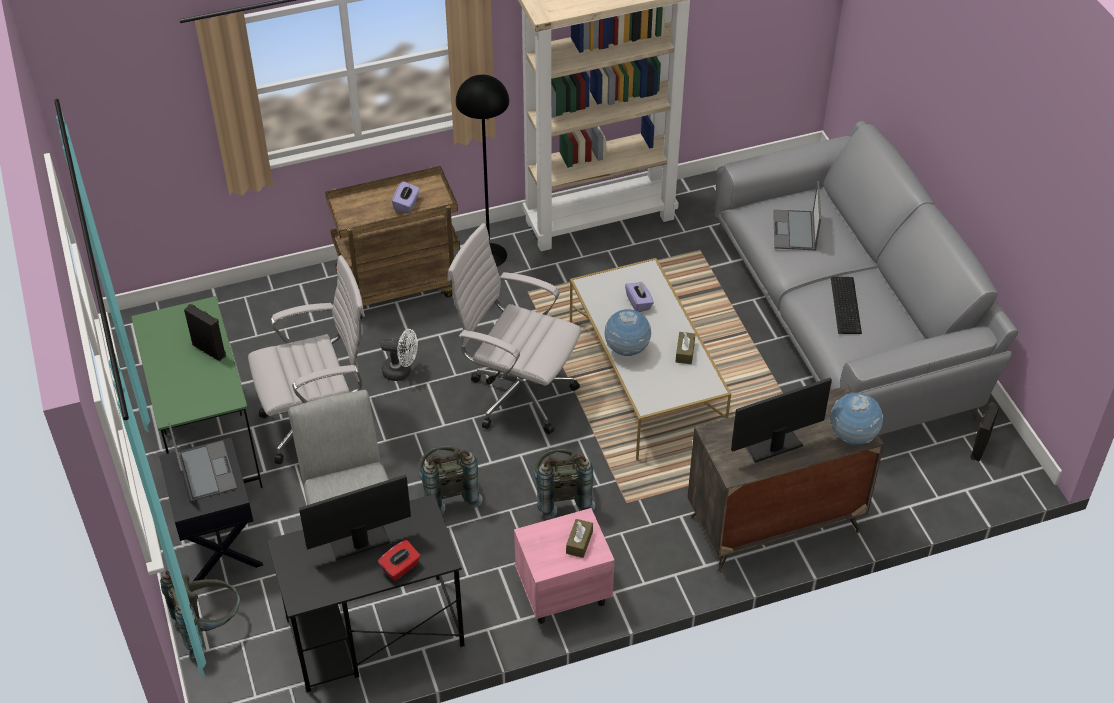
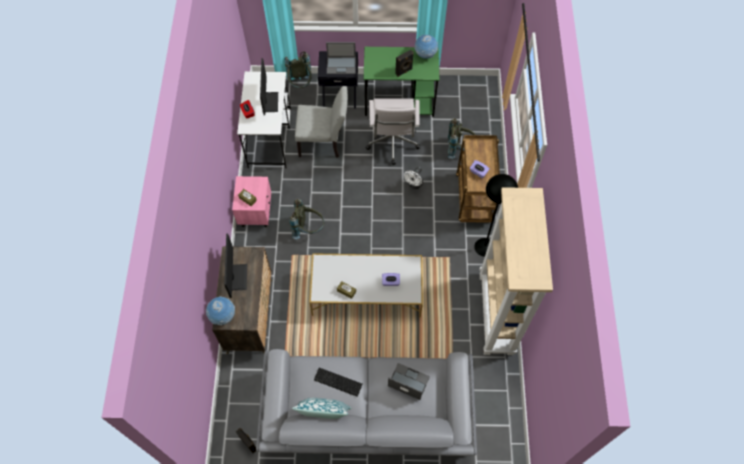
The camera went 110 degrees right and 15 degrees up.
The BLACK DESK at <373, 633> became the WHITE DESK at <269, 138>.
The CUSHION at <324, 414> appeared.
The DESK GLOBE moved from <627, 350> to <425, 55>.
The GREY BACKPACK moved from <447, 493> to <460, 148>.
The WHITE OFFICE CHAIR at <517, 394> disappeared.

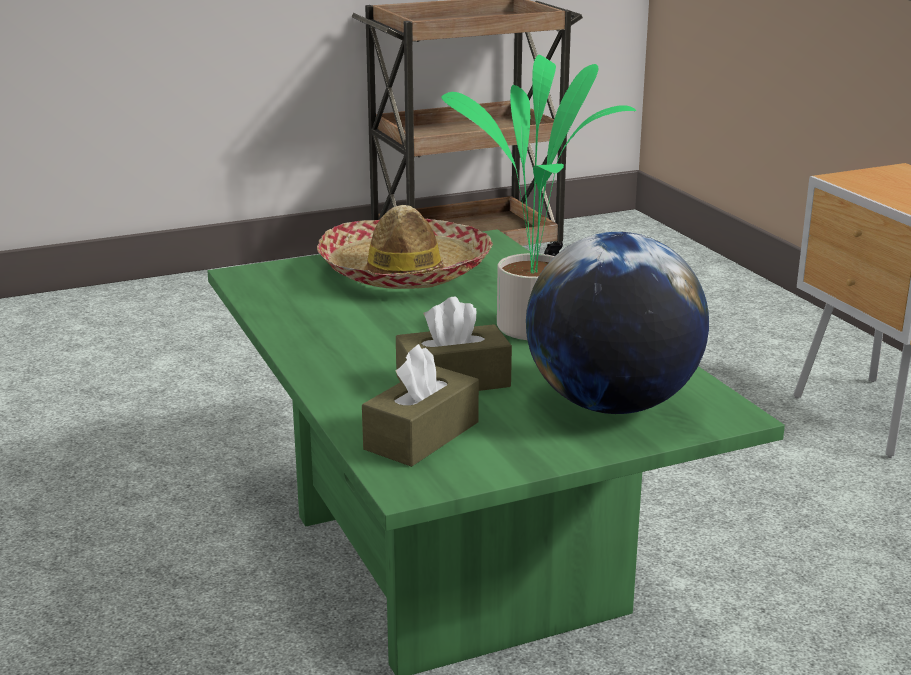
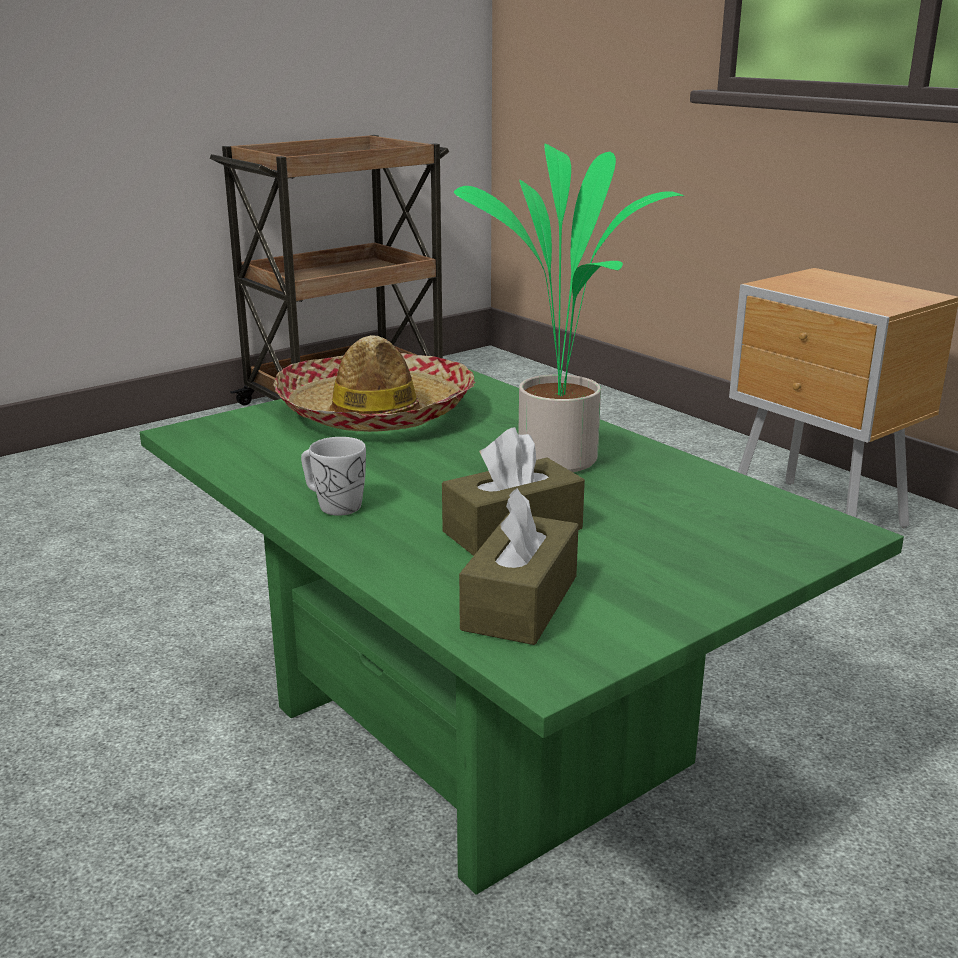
The camera went 15 degrees left and 0 degrees up.
The WHITE MUG at <333, 505> appeared.
The DESK GLOBE at <611, 404> disappeared.

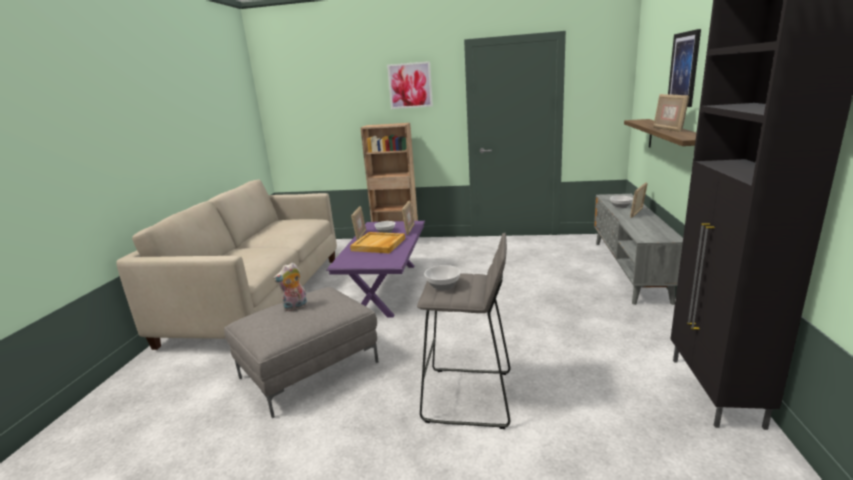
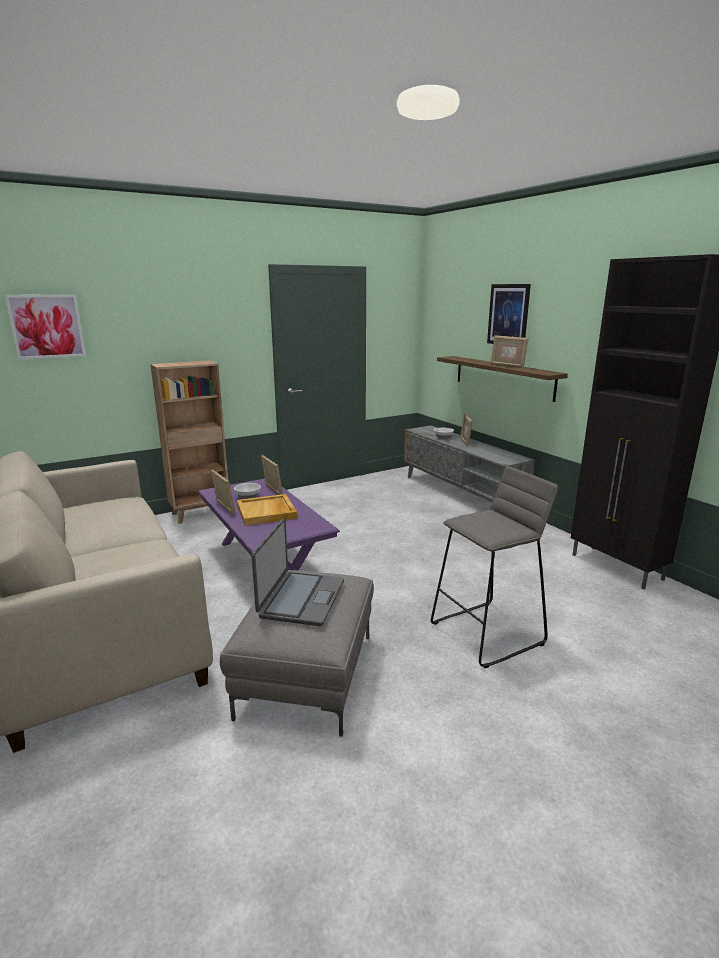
The camera went 40 degrees left and 0 degrees up.
The WALL PICTURE moved from <410, 85> to <47, 326>.
The SOFT TOY at <295, 307> was replaced by the LAPTOP at <301, 599>.
The DEEP DISH at <444, 286> disappeared.

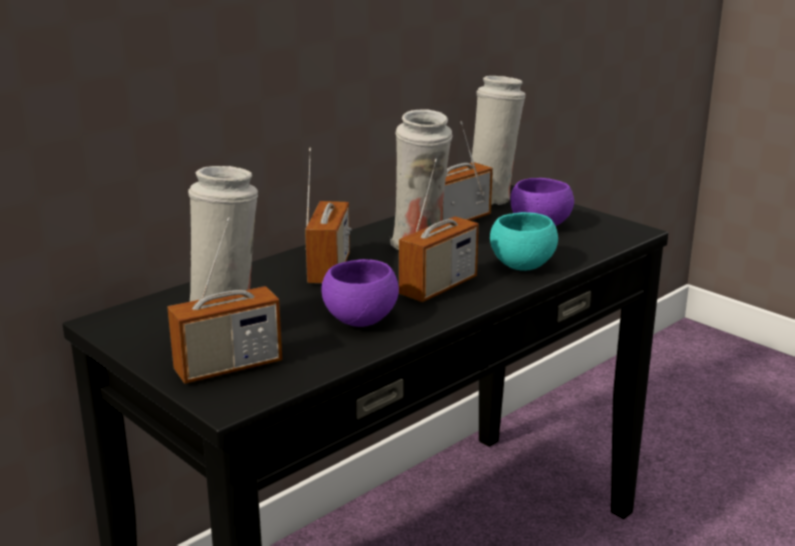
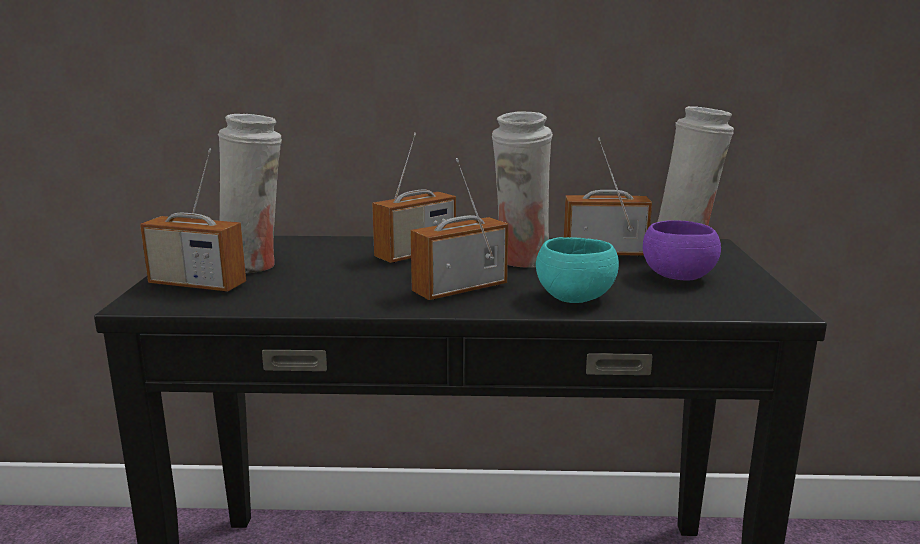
The camera went 45 degrees right and 5 degrees down.
The RADIO SET at <438, 287> turned 150 degrees clockwise.
The PURPLE DEEP DISH at <361, 320> disappeared.

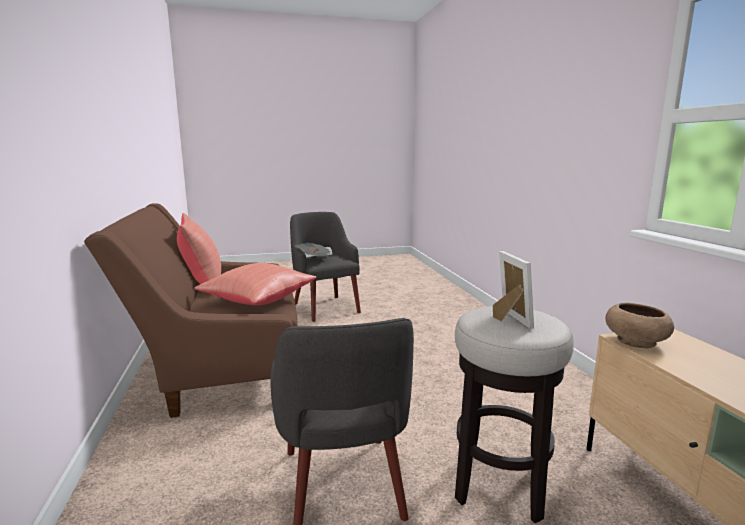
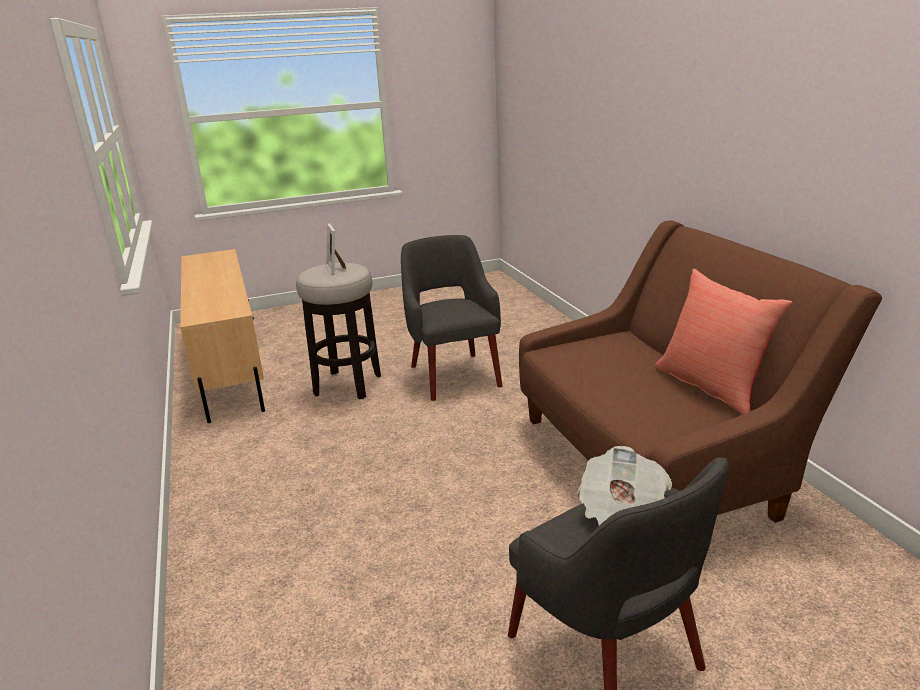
The camera went 175 degrees right and 10 degrees up.
The RED-COLOURED CUSHION at <257, 300> disappeared.
The BROWN DEEP DISH at <635, 341> disappeared.

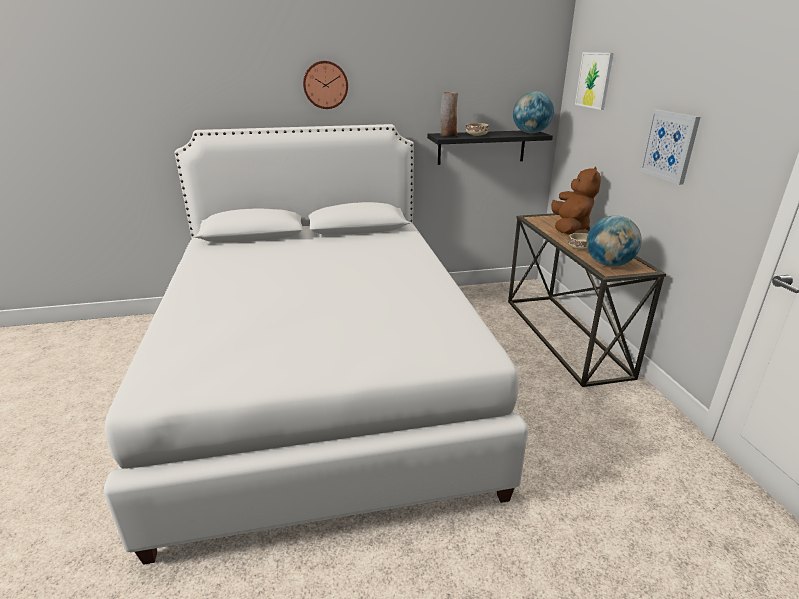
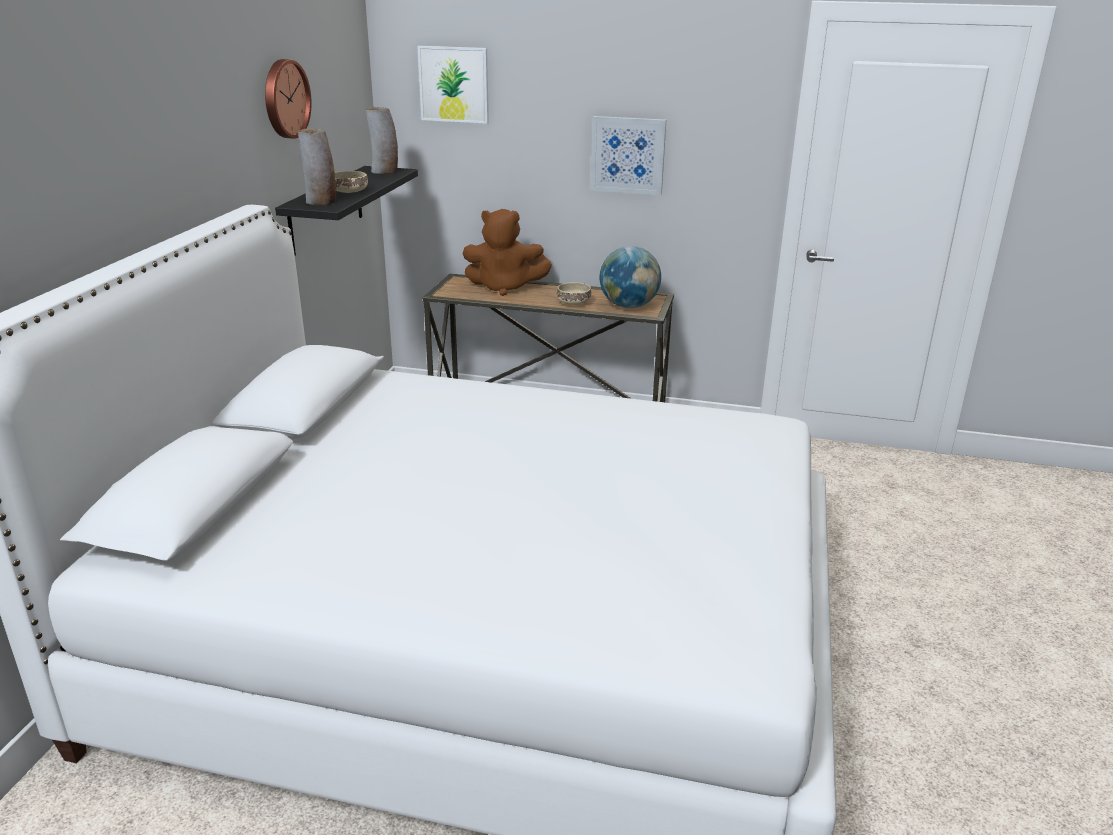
The camera went 65 degrees left and 0 degrees up.
The HANGING CLOCK moved from <325, 85> to <284, 99>.
The DESK GLOBE at <530, 133> was replaced by the FLOWER VASE at <384, 172>.
The BROWN SOFT TOY at <569, 228> turned 150 degrees clockwise.

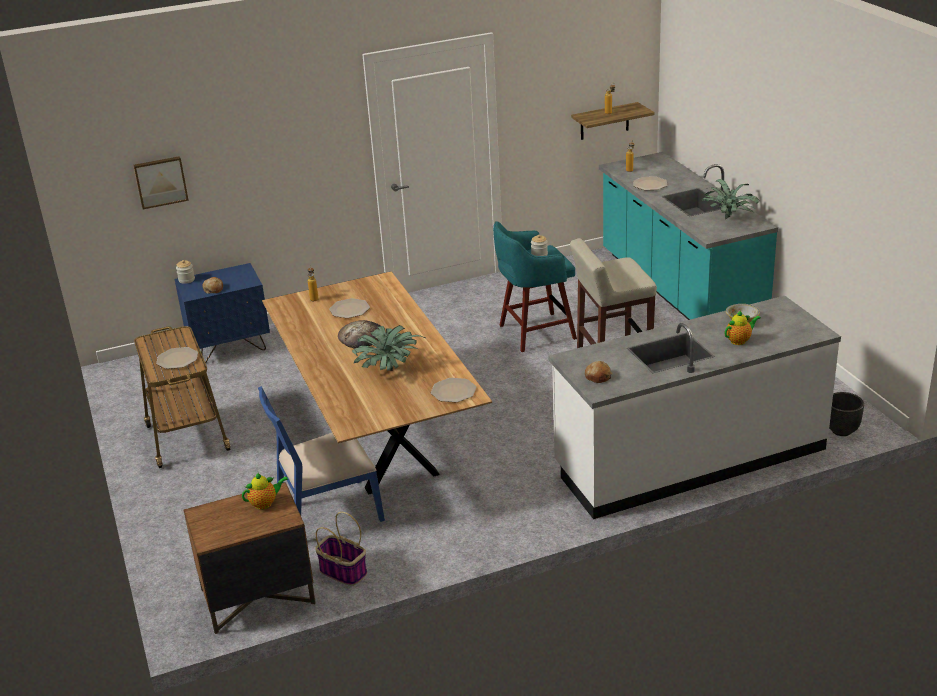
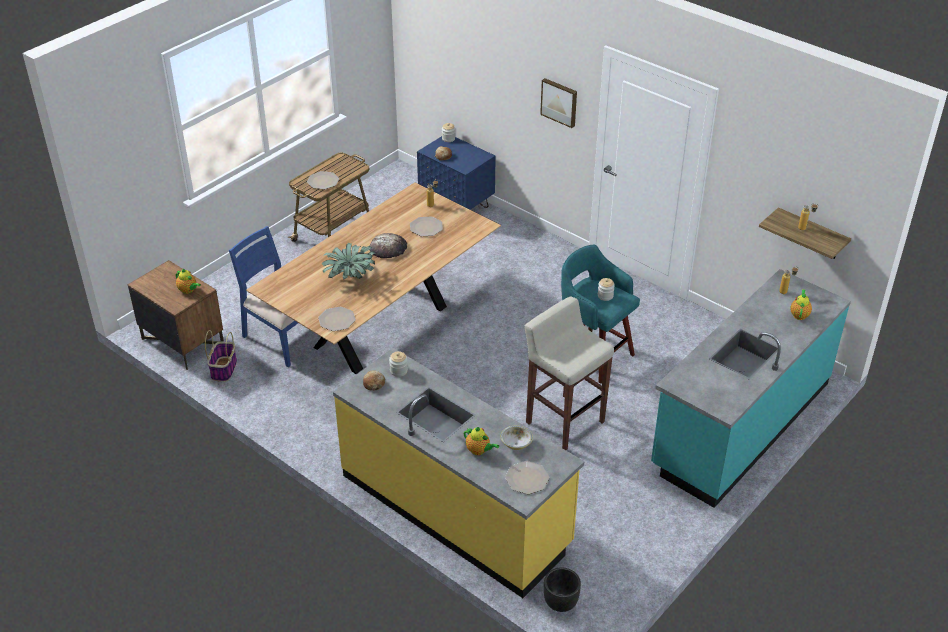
The camera went 60 degrees right and 10 degrees up.
The WHITE KITCHEN COUNTER at <689, 458> became the YELLOW-COLOURED KITCHEN COUNTER at <456, 509>.
The PRESERVE JAR at <398, 371> appeared.
The DINNER PLATE moved from <650, 184> to <527, 479>.
The WALL PICTURE moved from <160, 181> to <559, 102>.
The TEAPOT at <799, 314> appeared.
The HOUSEPLANT at <729, 218> disappeared.

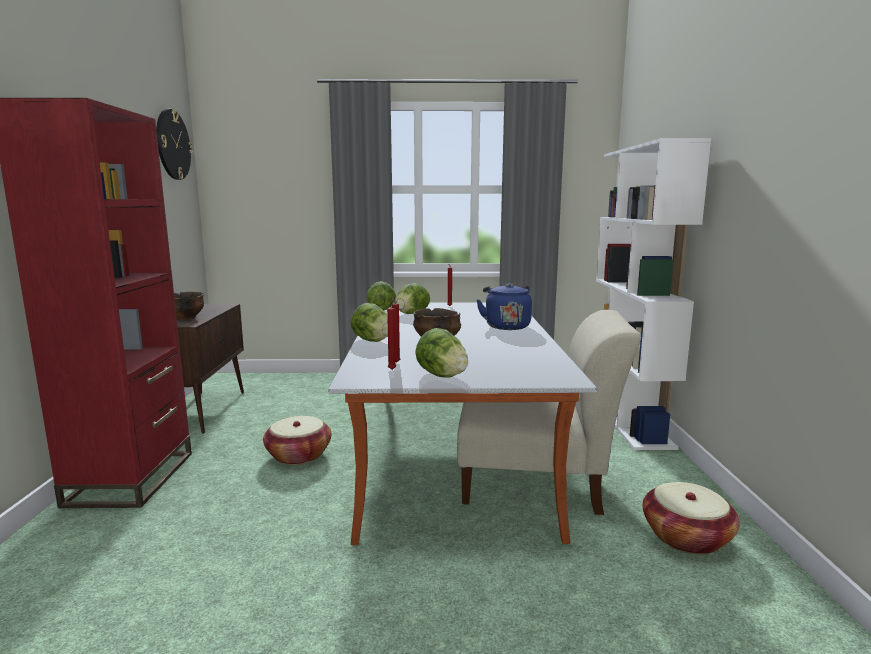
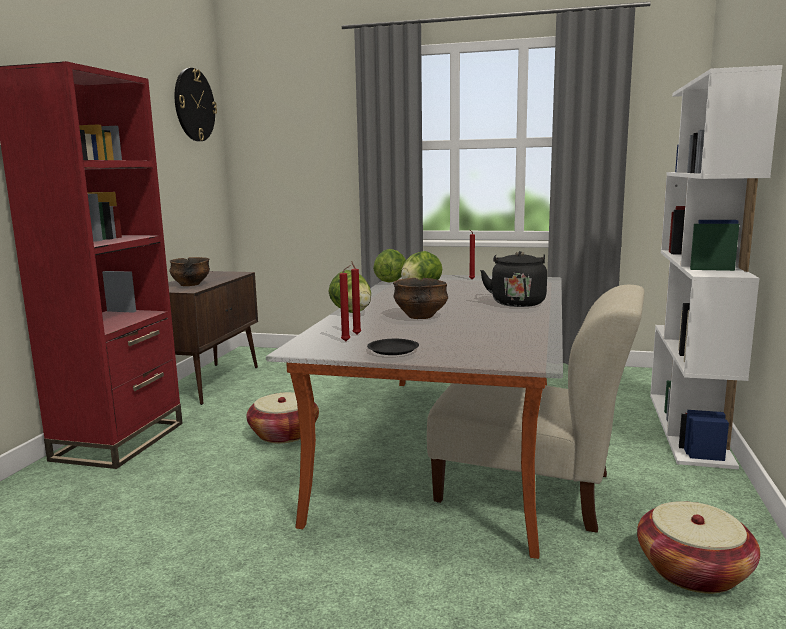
The camera went 15 degrees right and 0 degrees up.
The LETTUCE HEAD at <442, 375> was replaced by the BLACK DINNER PLATE at <393, 350>.
The BLUE WATER KETTLE at <506, 326> became the BLACK WATER KETTLE at <517, 302>.

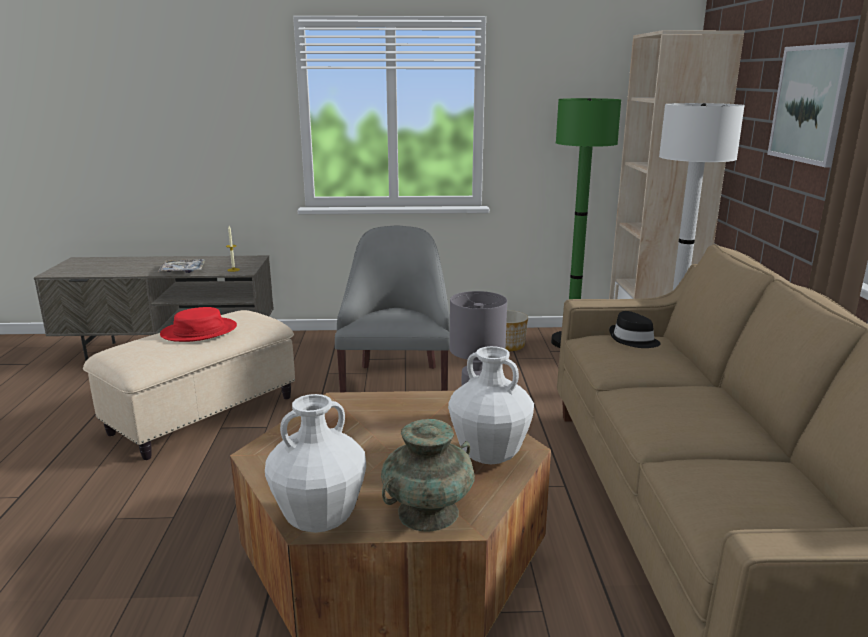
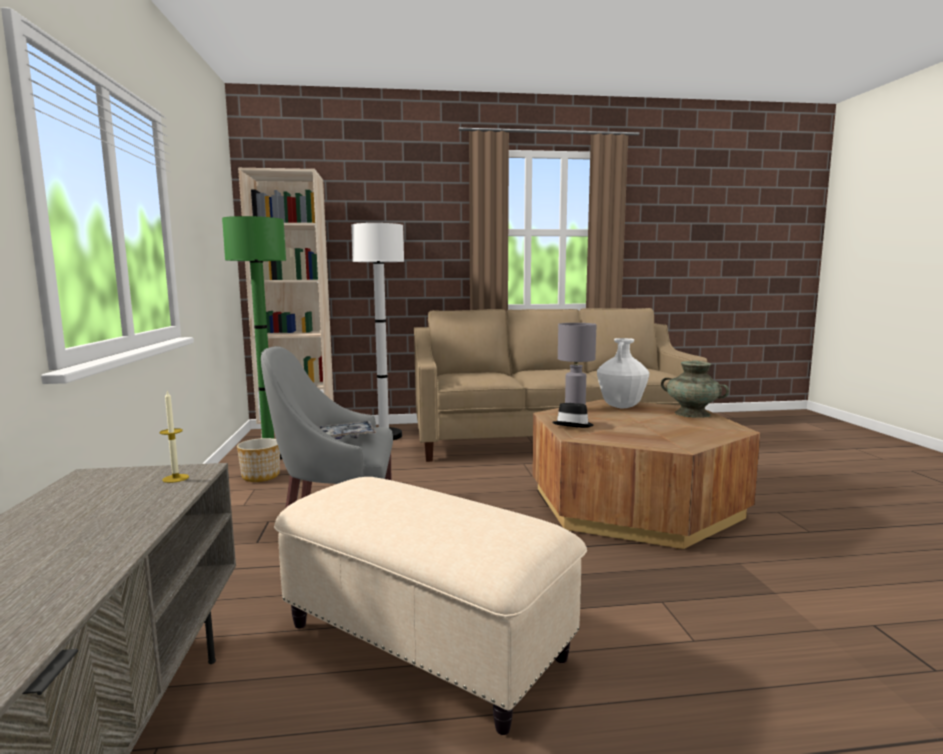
The camera went 95 degrees left and 10 degrees down.
The SERVING TRAY moved from <183, 271> to <346, 436>.
The BLACK CLOTHING HAT moved from <633, 340> to <573, 425>.
The RED-COLOURED CLOTHING HAT at <199, 331> disappeared.
The WHITE FLOWER VASE at <320, 520> disappeared.
The WALL PICTURE at <812, 104> disappeared.

